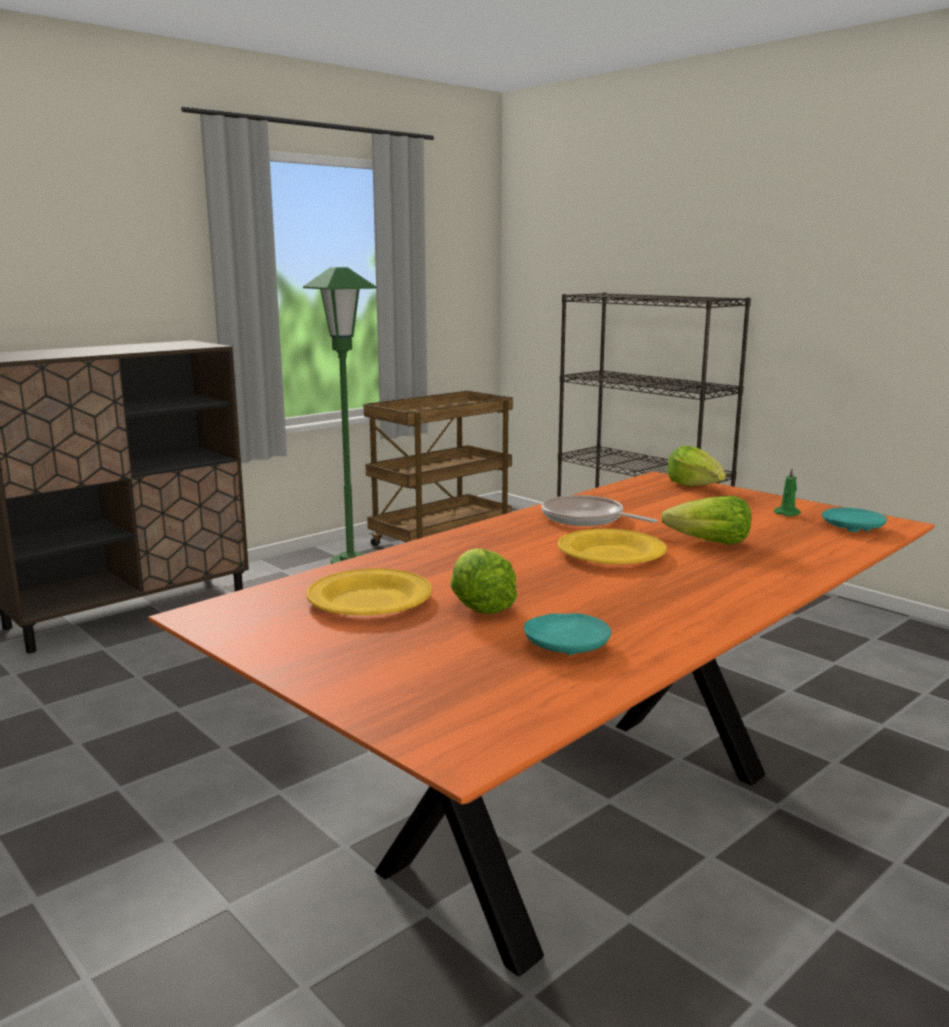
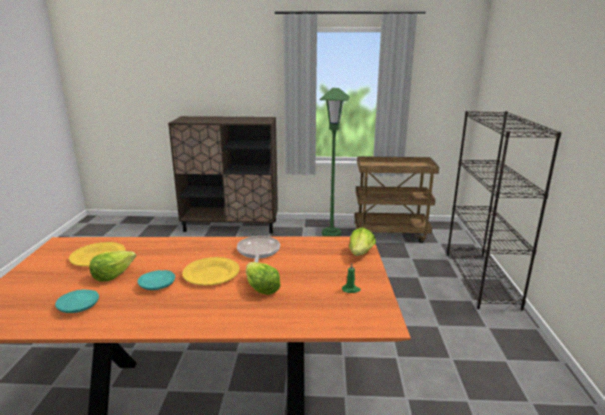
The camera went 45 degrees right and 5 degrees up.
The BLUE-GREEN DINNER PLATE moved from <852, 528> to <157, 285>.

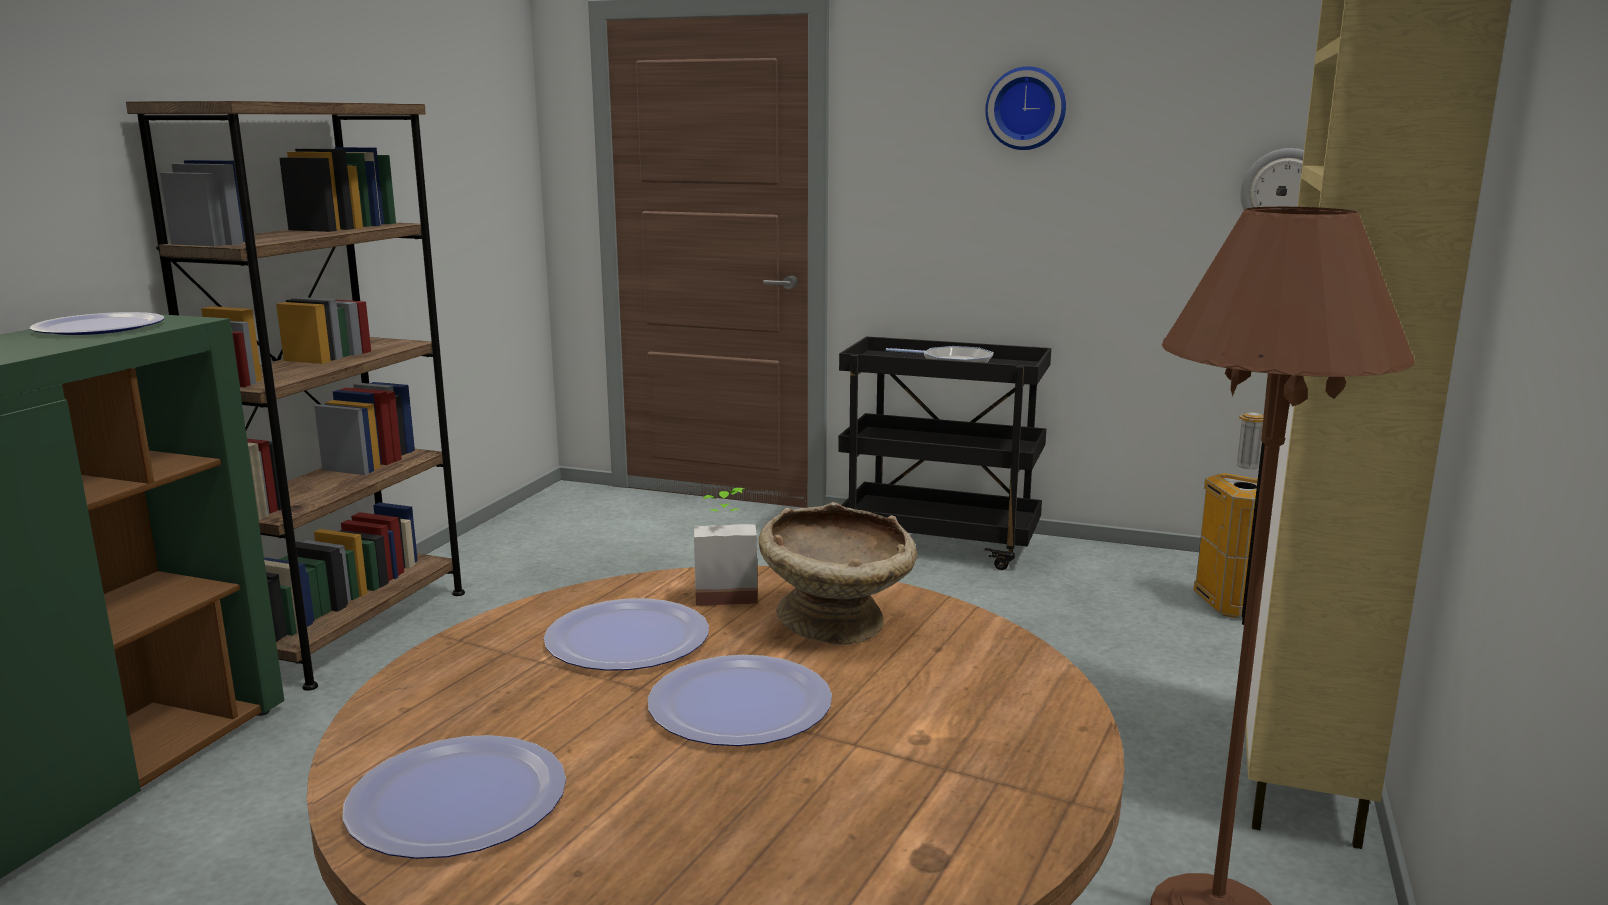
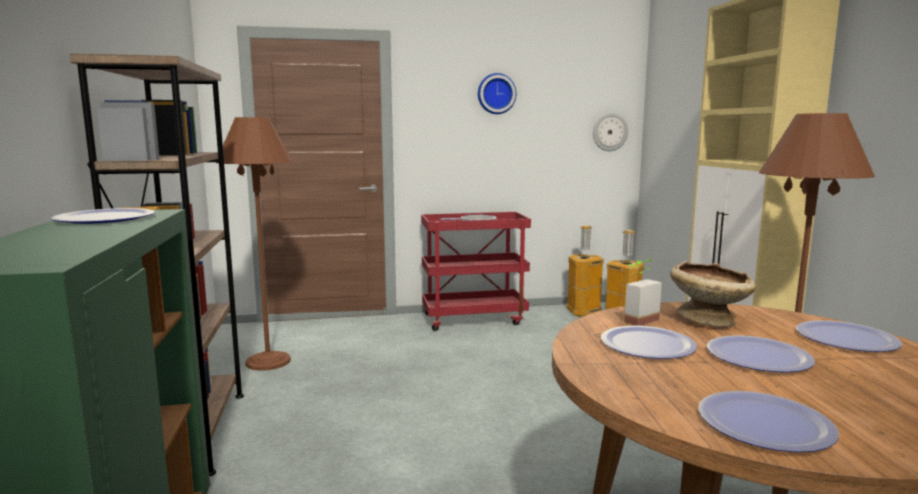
The camera went 30 degrees left and 5 degrees down.
The BROWN STANDING LAMP at <268, 361> appeared.
The BLACK CART at <941, 544> became the RED-COLOURED CART at <474, 319>.
The WASTE BIN at <583, 312> appeared.
The DINNER PLATE at <846, 338> appeared.

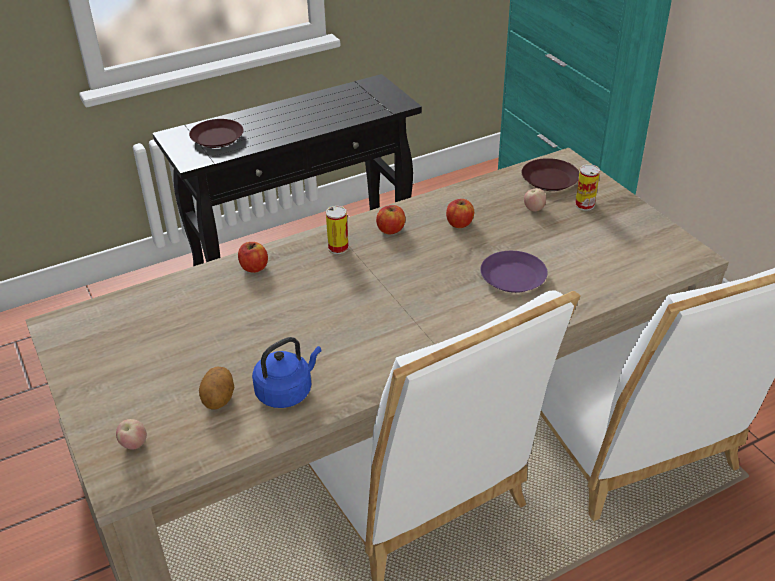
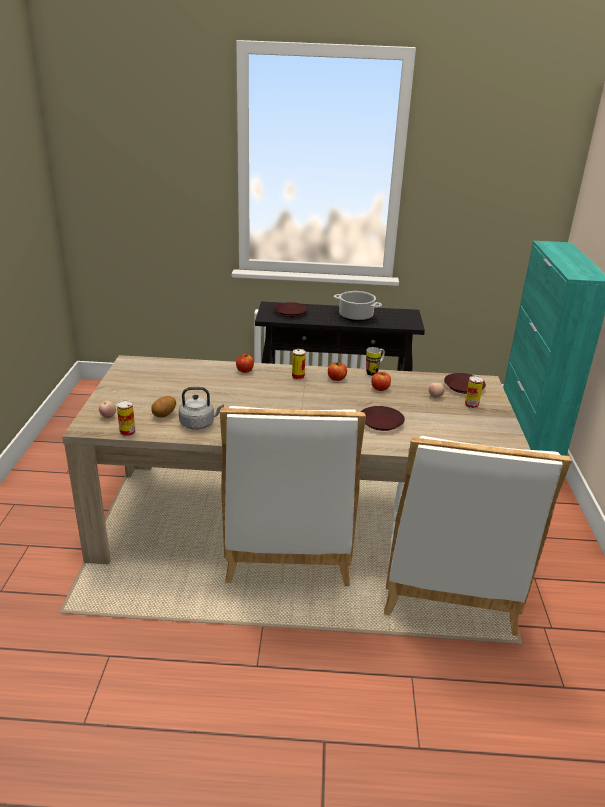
The camera went 30 degrees right and 10 degrees down.
The SEALED CAN at <127, 432> appeared.
The BLUE WATER KETTLE at <286, 391> became the GREY WATER KETTLE at <199, 424>.
The COOKING POT at <356, 316> appeared.
The PURPLE DINNER PLATE at <512, 278> became the BROWN DINNER PLATE at <380, 422>.
The MUG at <374, 372> appeared.

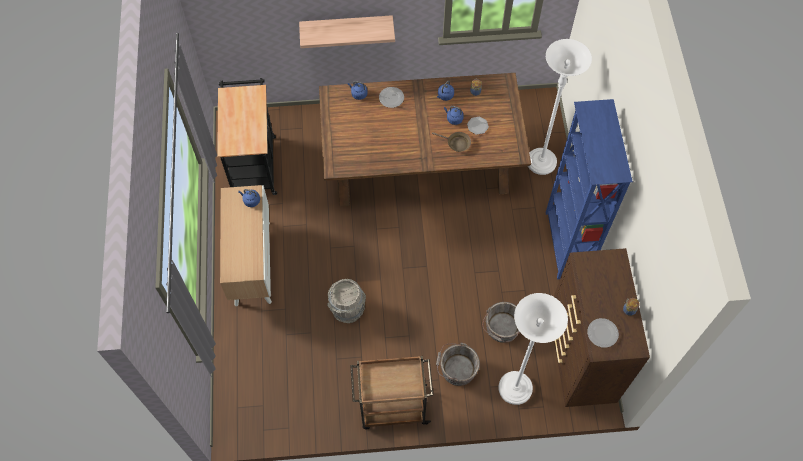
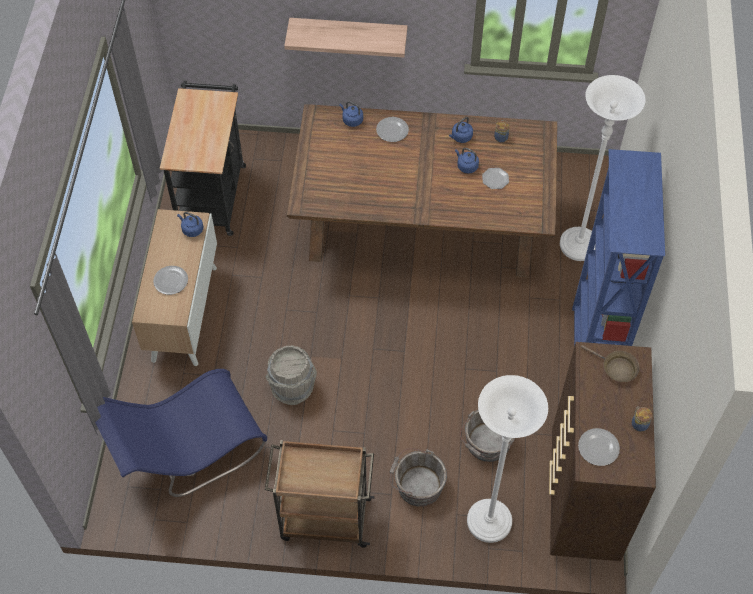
The camera went 10 degrees right and 5 degrees down.
The BLUE UPRIGHT CHAIR at <187, 451> appeared.
The DINNER PLATE at <170, 281> appeared.
The BROWN FRYING PAN moved from <456, 143> to <616, 368>.

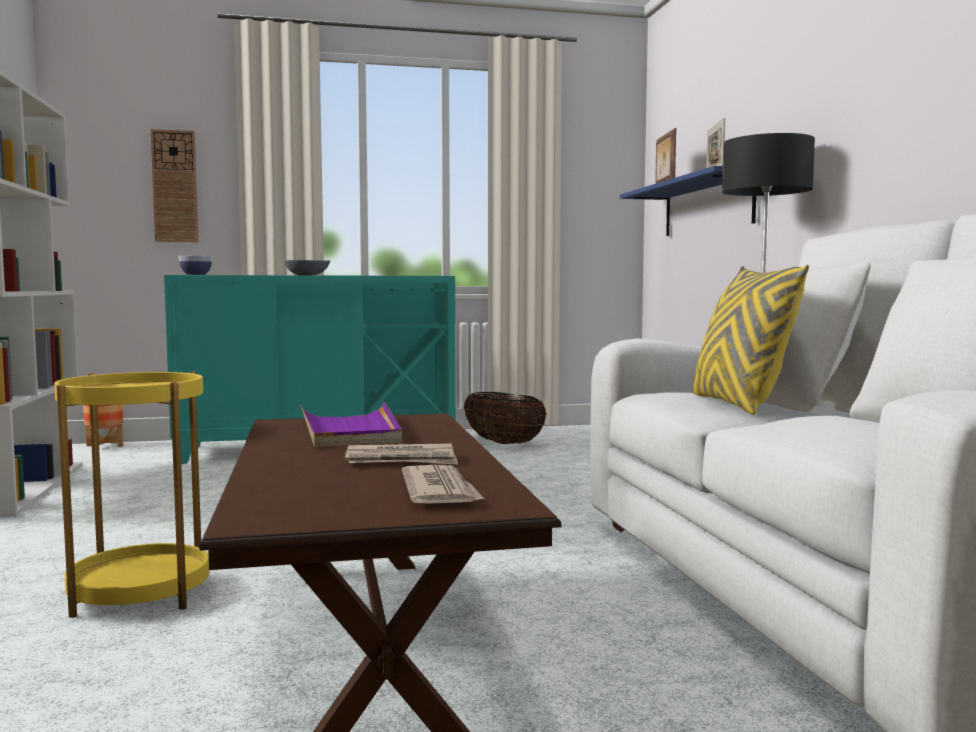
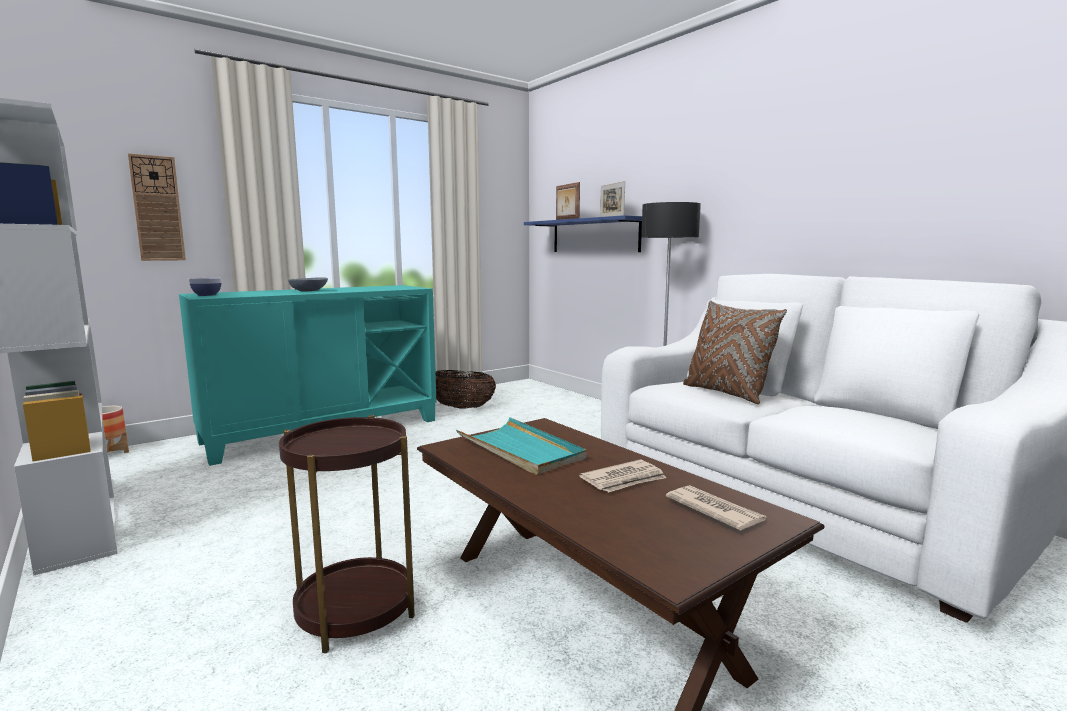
The camera went 25 degrees left and 5 degrees up.
The YELLOW-COLOURED END TABLE at <140, 593> became the BROWN END TABLE at <355, 611>.
The PURPLE SERVING TRAY at <350, 430> became the BLUE-GREEN SERVING TRAY at <520, 450>.
The YELLOW-COLOURED CUSHION at <739, 405> became the BROWN CUSHION at <726, 393>.

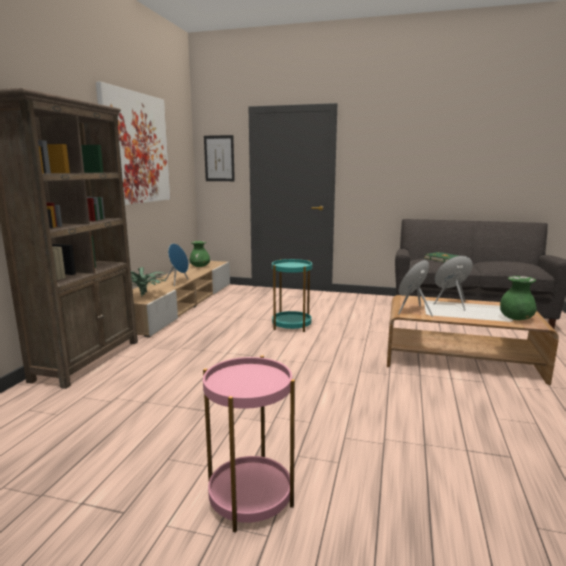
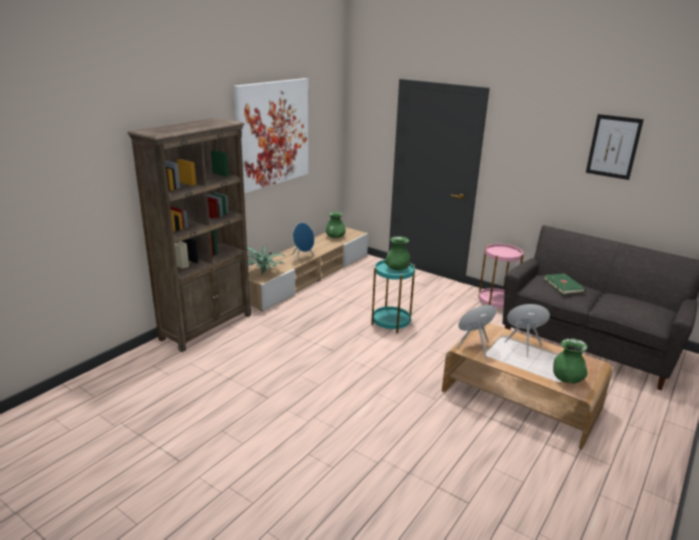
The camera went 20 degrees right and 10 degrees up.
The GREENISH FLOWER VASE at <397, 269> appeared.
The PINK-COLOURED END TABLE moved from <250, 498> to <496, 302>.
The WALL PICTURE moved from <219, 158> to <613, 146>.

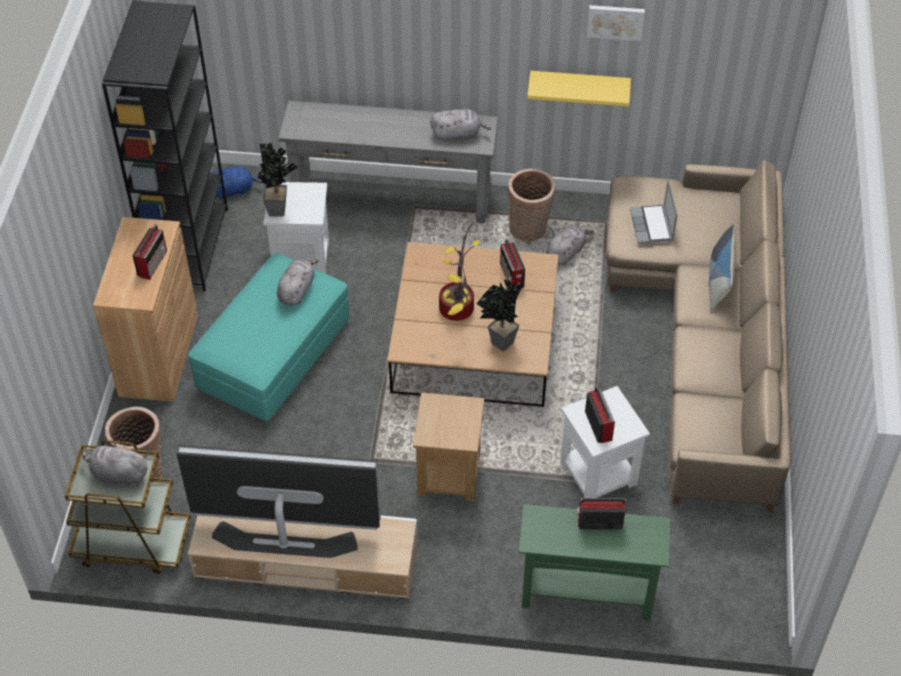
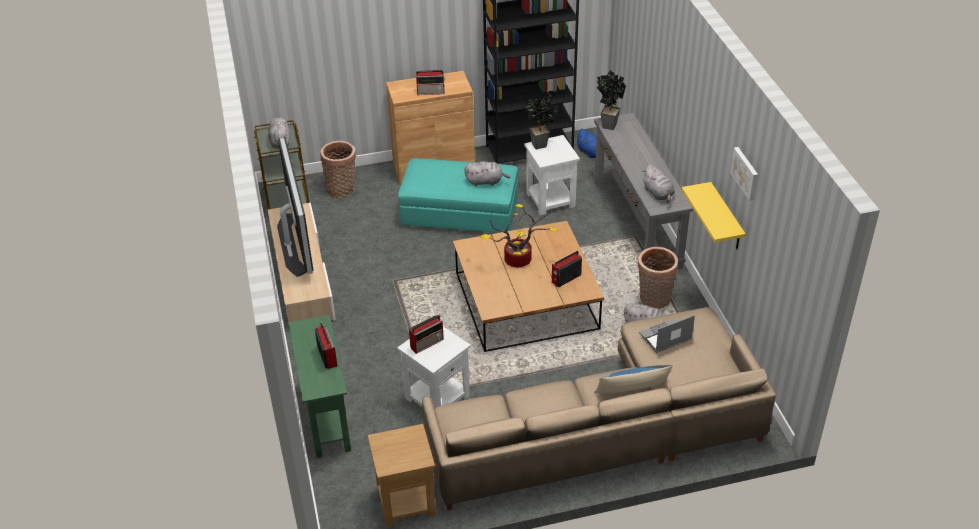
The camera went 70 degrees right and 10 degrees down.
The BROWN END TABLE moved from <449, 475> to <405, 501>.
The HOUSEPLANT moved from <498, 343> to <607, 124>.

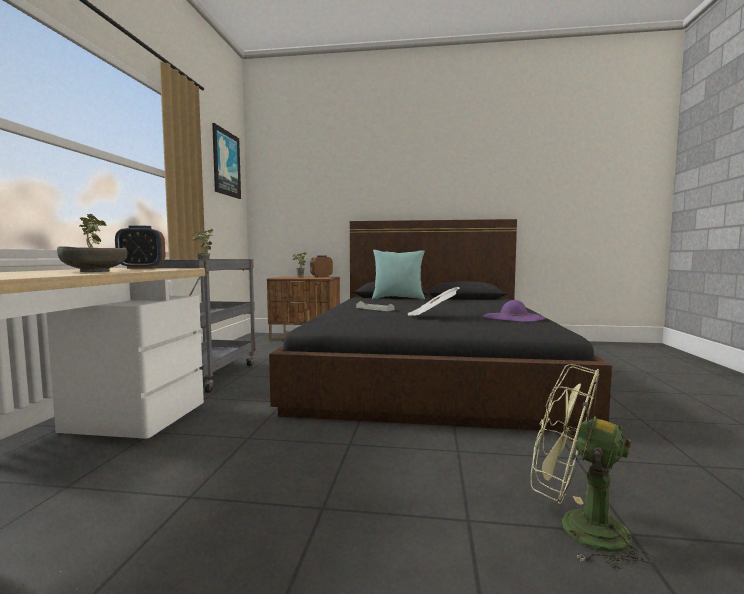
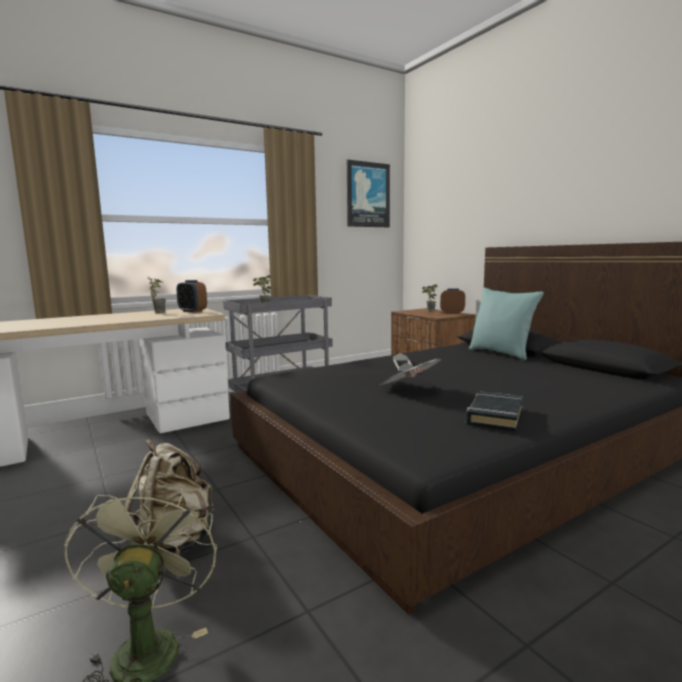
The camera went 50 degrees right and 5 degrees up.
The SAND-COLOURED BACKPACK at <175, 542> appeared.
The PURPLE CLOTHING HAT at <513, 317> was replaced by the BLACK VOLUME at <494, 416>.
The GREY DEEP DISH at <94, 271> disappeared.

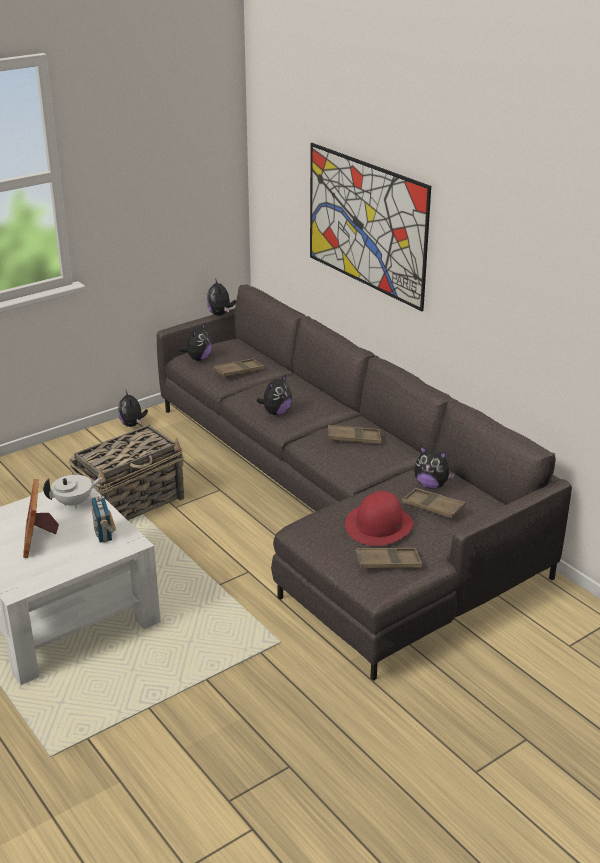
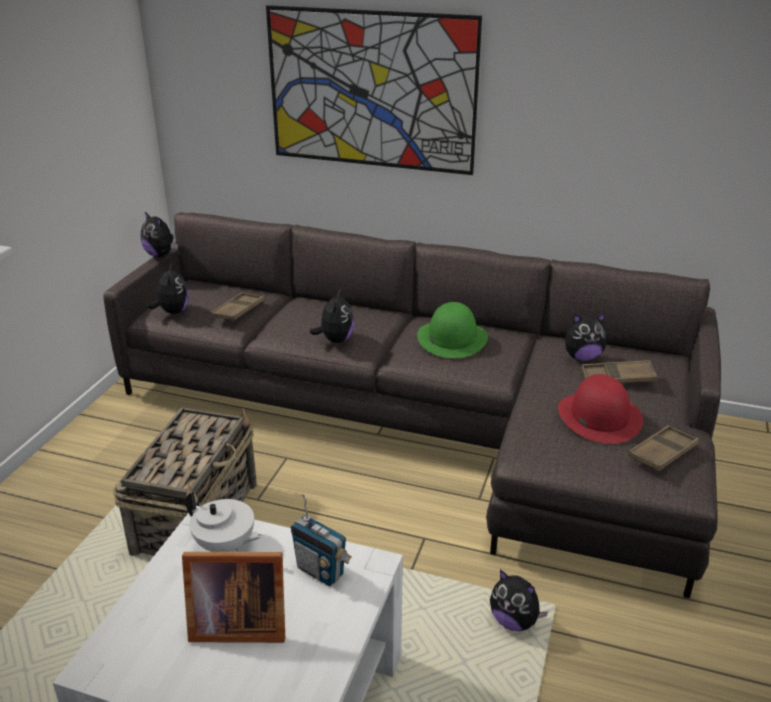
The camera went 35 degrees left and 0 degrees up.
The PICTURE FRAME at <39, 539> turned 45 degrees counterclockwise.
The WHITE TEAPOT at <74, 503> turned 90 degrees clockwise.
The BROWN SERVING TRAY at <354, 438> was replaced by the GREENISH CLOTHING HAT at <452, 338>.
The SOFT TOY moved from <132, 424> to <514, 621>.

